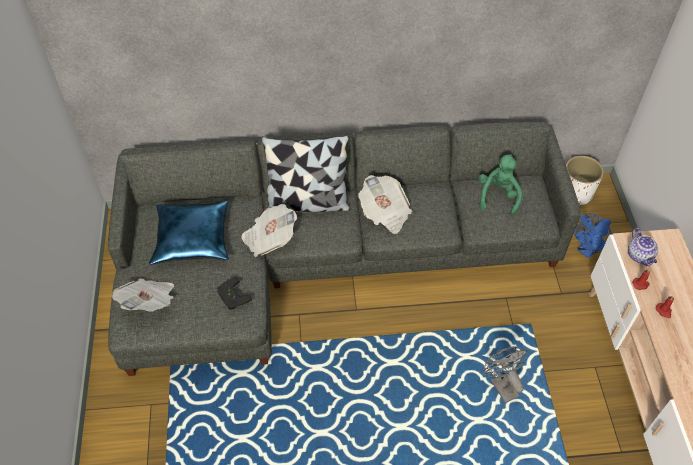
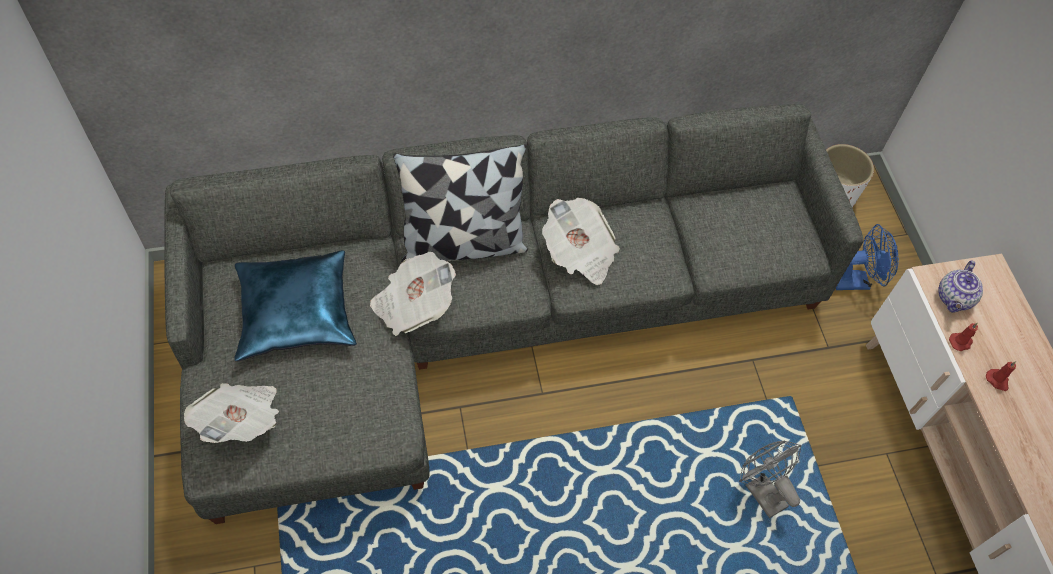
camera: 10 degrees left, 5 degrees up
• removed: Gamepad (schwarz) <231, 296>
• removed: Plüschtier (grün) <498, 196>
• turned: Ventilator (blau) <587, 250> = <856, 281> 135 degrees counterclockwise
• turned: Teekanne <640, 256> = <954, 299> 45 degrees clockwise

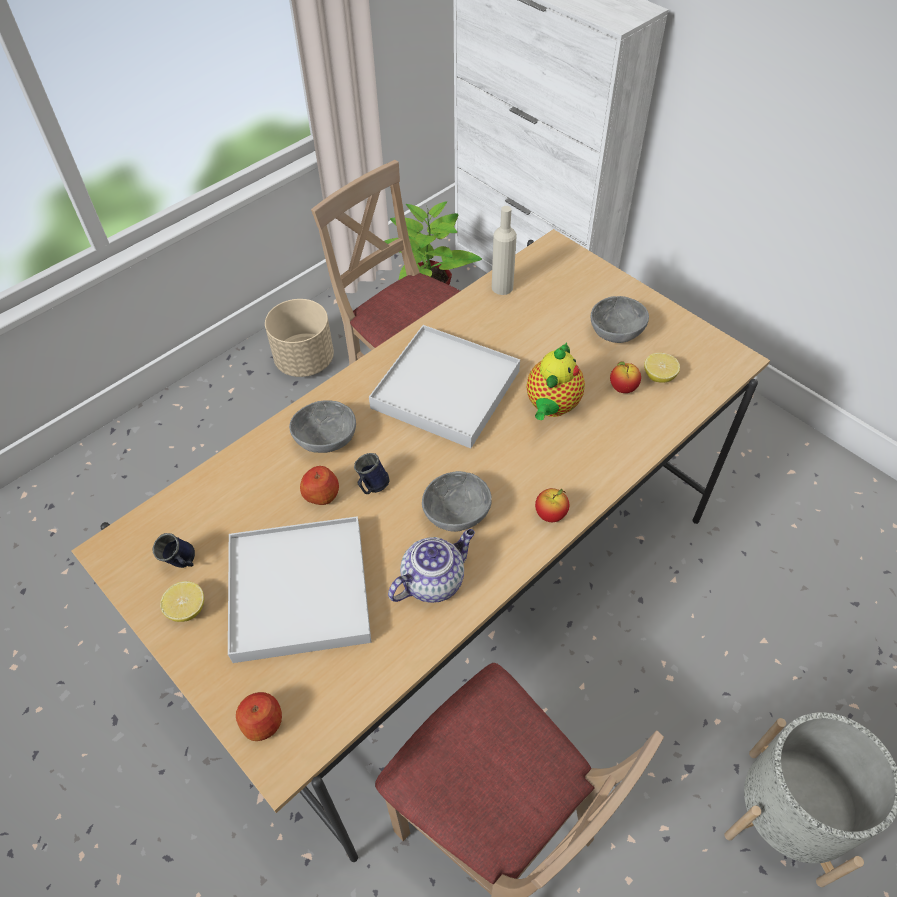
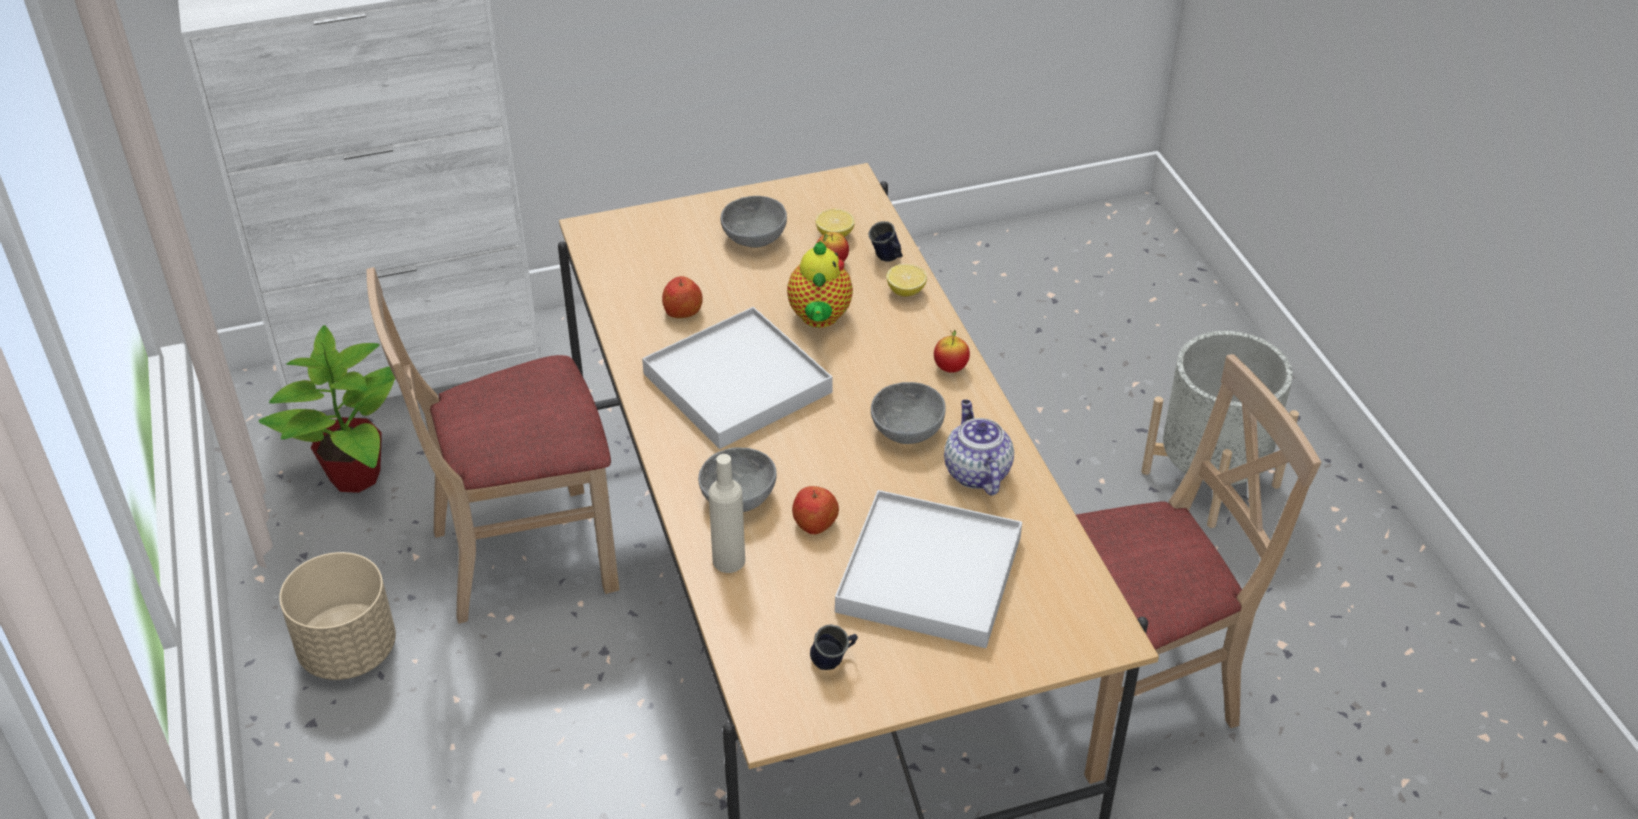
camera: 65 degrees left, 10 degrees down
• moved: Zitrone <187, 609> to <906, 291>
• moved: Apfel <262, 722> to <682, 311>
• moved: Henkelbecher (blau) <371, 487> to <887, 259>
• moved: Flasche (beige) <502, 287> to <729, 560>
• turned: Teekanne <551, 407> = <819, 318> 45 degrees clockwise

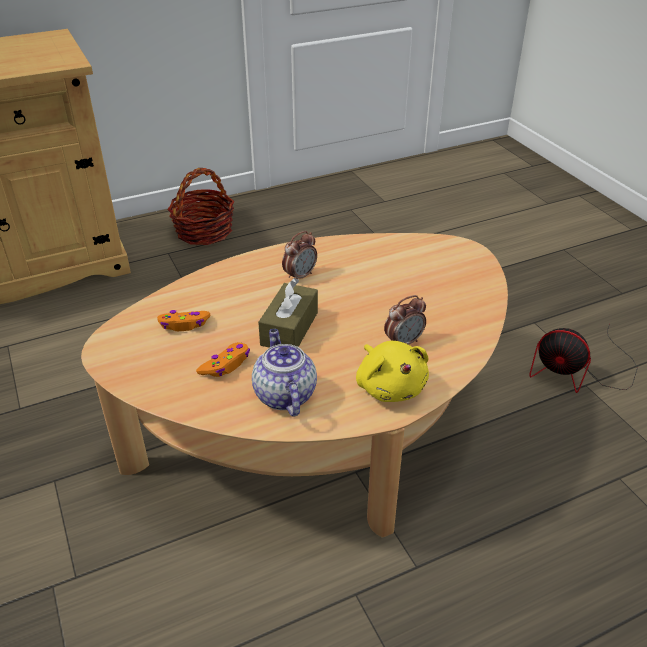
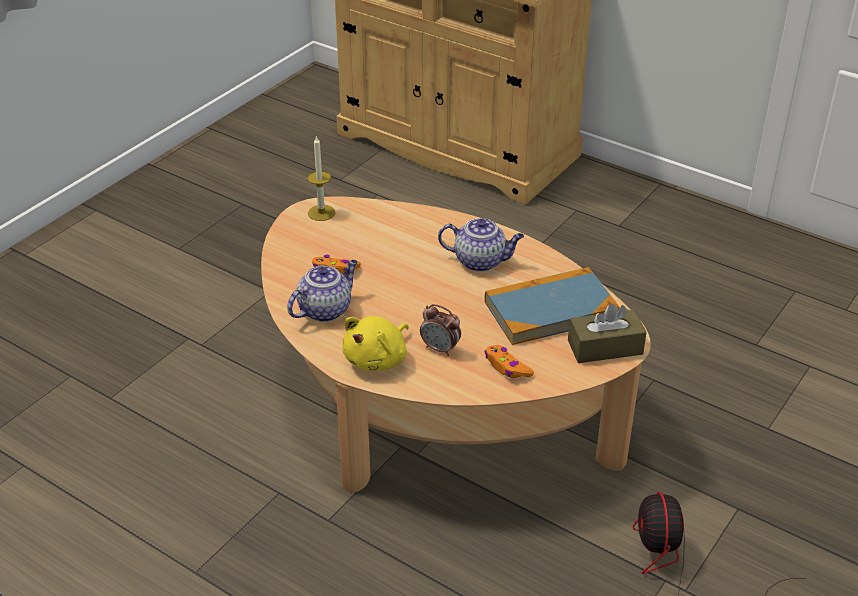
camera: 60 degrees right, 0 degrees up
• moved: Gamepad (orange) <184, 324> to <507, 367>
• removed: Korb <204, 231>
• moved: Taschentuchbox (braun) <289, 328> to <605, 347>
• replaced: Wecker <300, 276> to Teekanne <481, 261>
• added: Kerze <321, 213>
• added: Buch <550, 310>

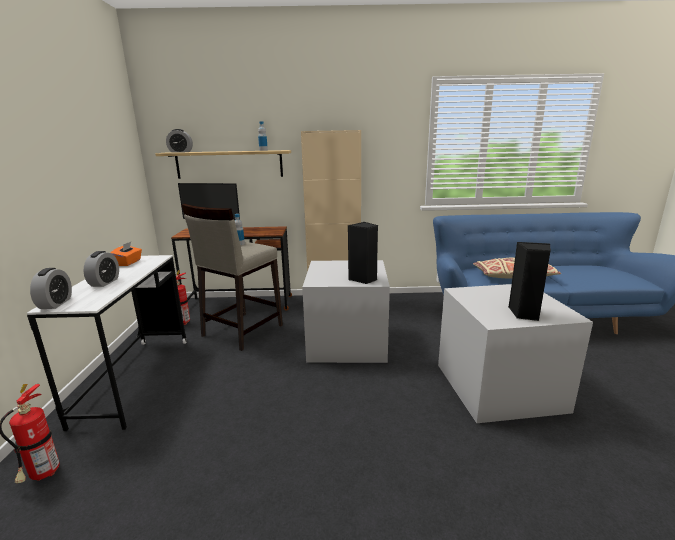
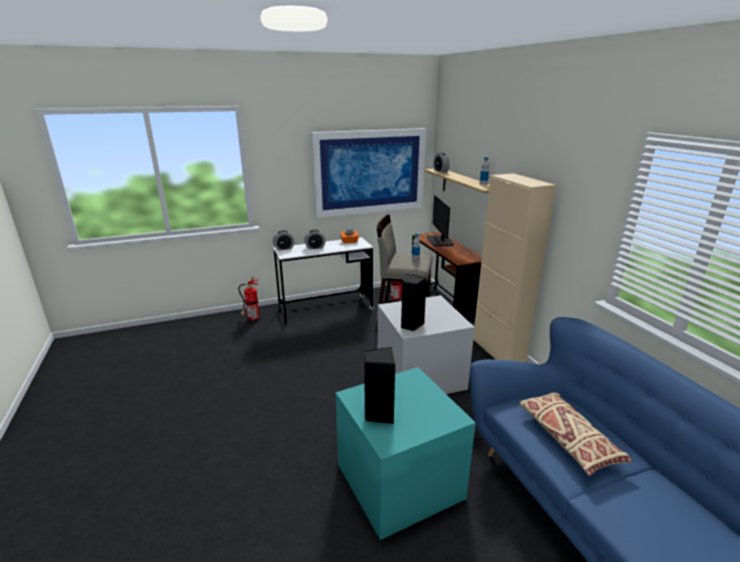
camera: 70 degrees right, 5 degrees up
• recoloured: Aufbewahrungsbox (grau) <496, 386> to Aufbewahrungsbox (türkis) <400, 479>
• added: Bild <370, 172>

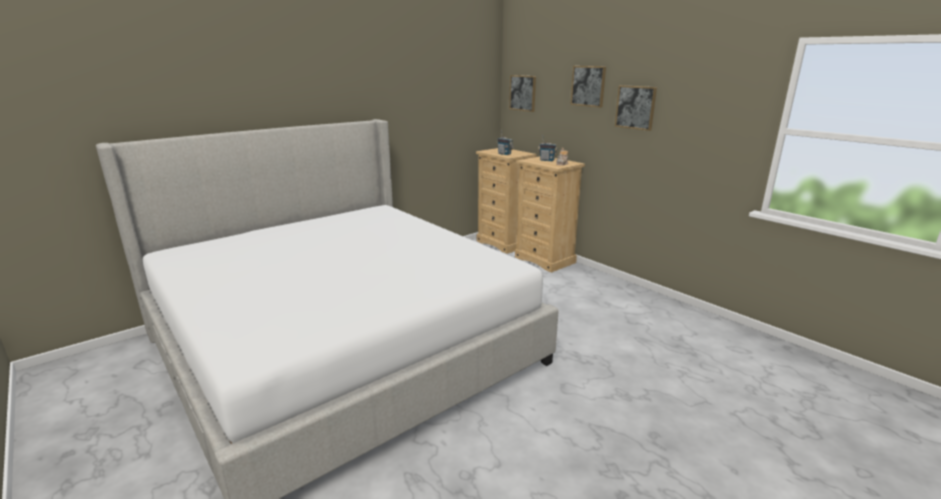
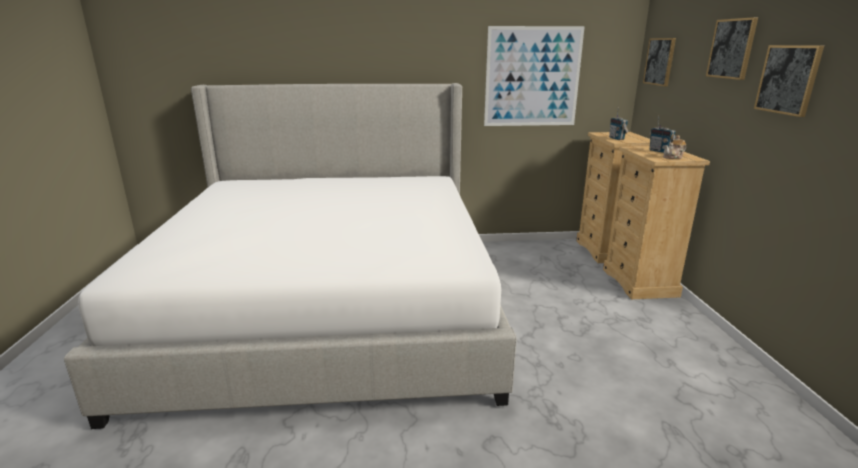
camera: 35 degrees right, 0 degrees up
• added: Bild <532, 77>

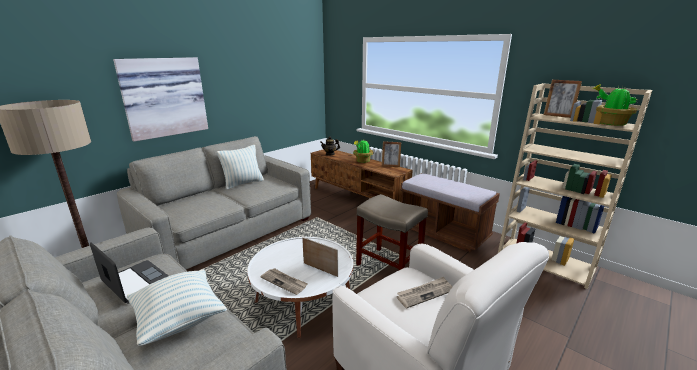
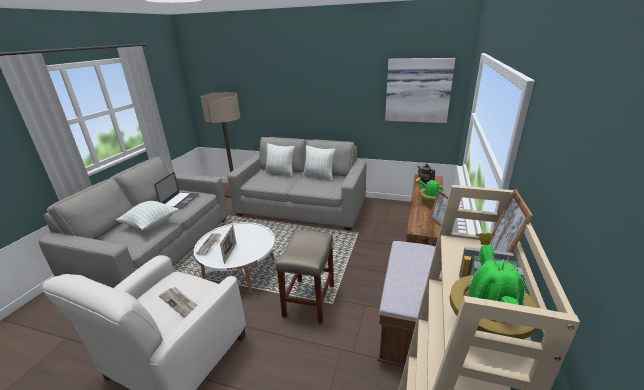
camera: 65 degrees right, 5 degrees up
• moved: Bild <164, 97> to <418, 90>
• added: Kissen <280, 173>

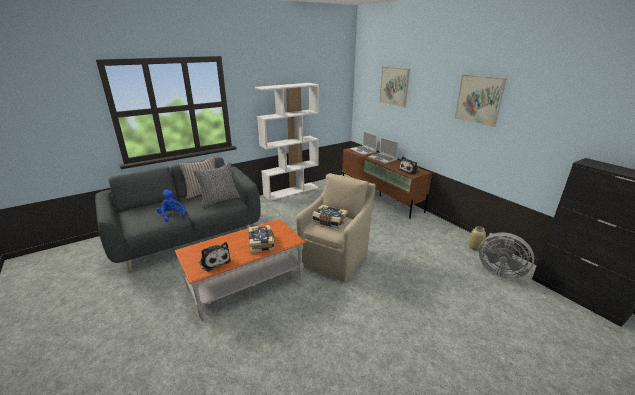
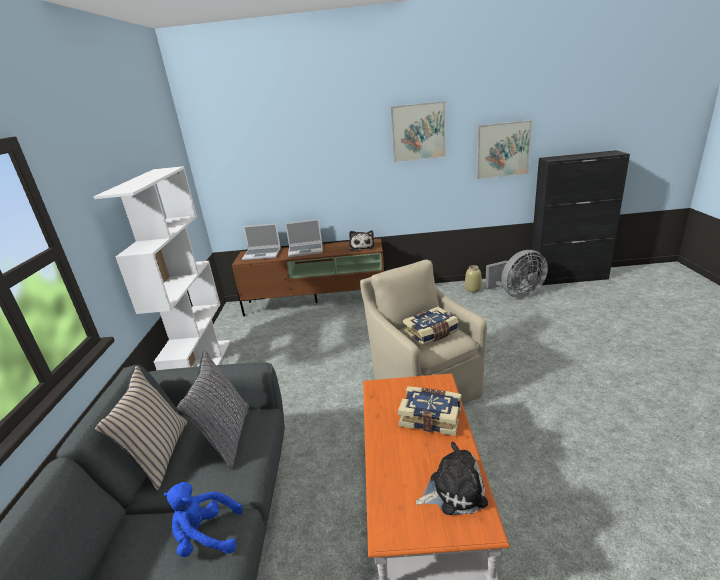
camera: 55 degrees left, 0 degrees up
• moved: Bild <394, 86> to <503, 150>

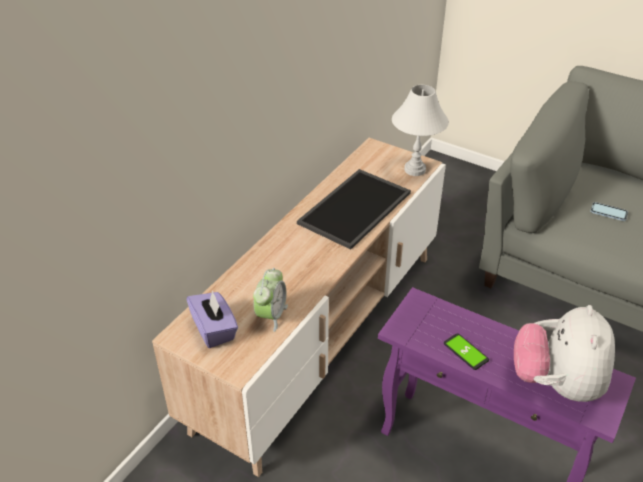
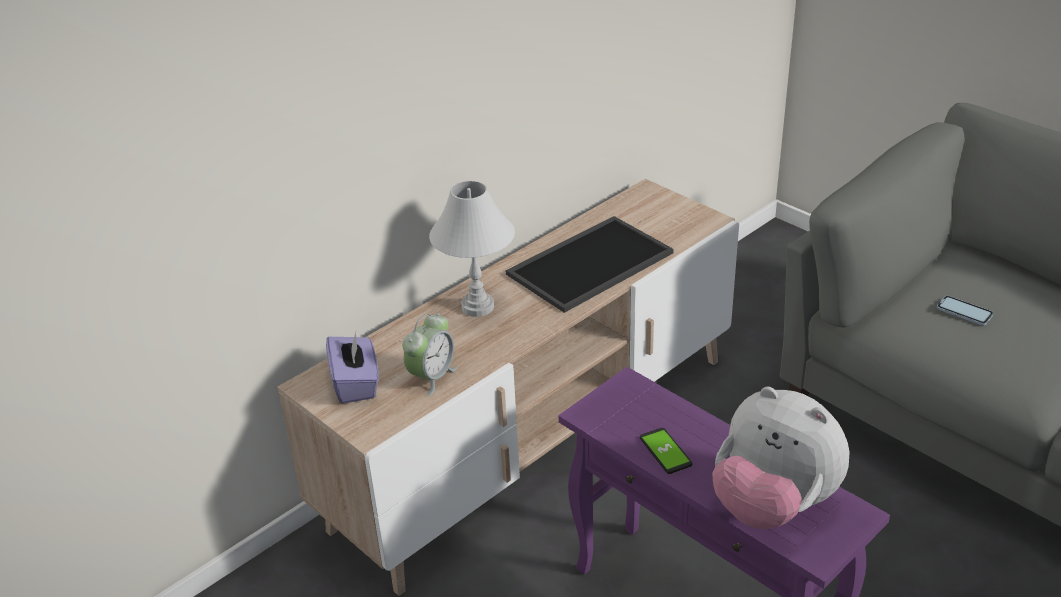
camera: 15 degrees right, 5 degrees down
• moved: Tischlampe (weiß) <414, 169> to <477, 306>
• turned: Plüschtier <556, 383> = <773, 505> 75 degrees counterclockwise

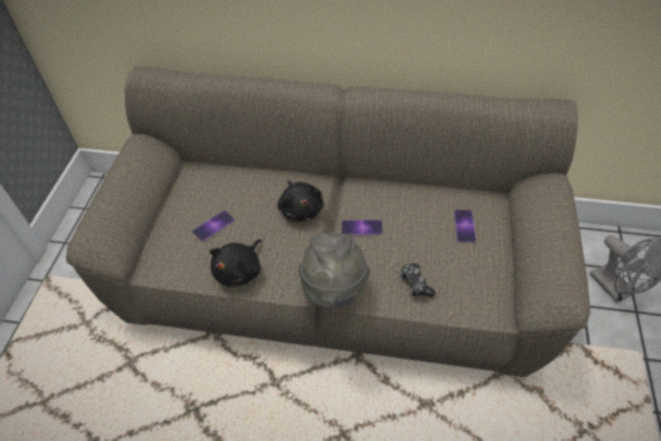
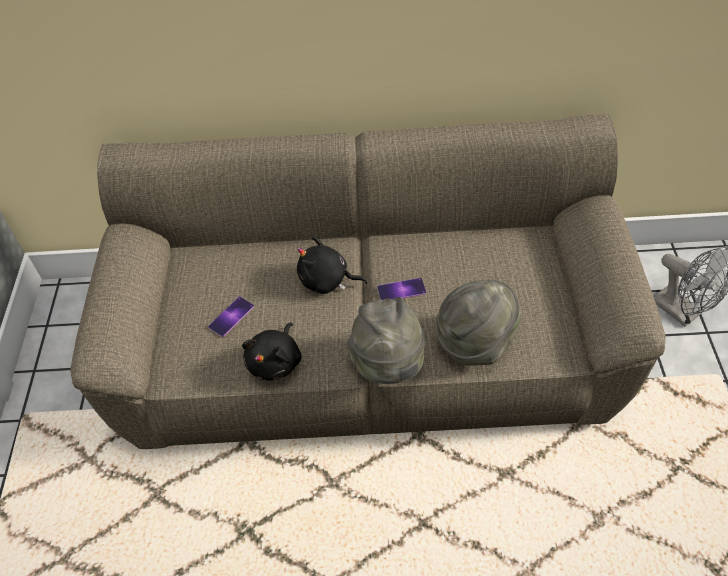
camera: 10 degrees left, 0 degrees up
• turned: Plüschtier (schwarz) <301, 209> = <327, 281> 135 degrees clockwise
• replaced: Gamepad <415, 284> to Hut (grau) <475, 341>
• removed: Handy <464, 226>

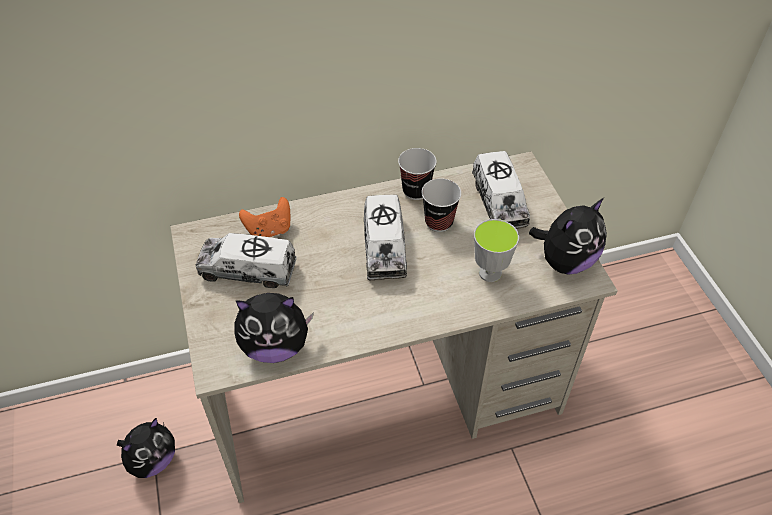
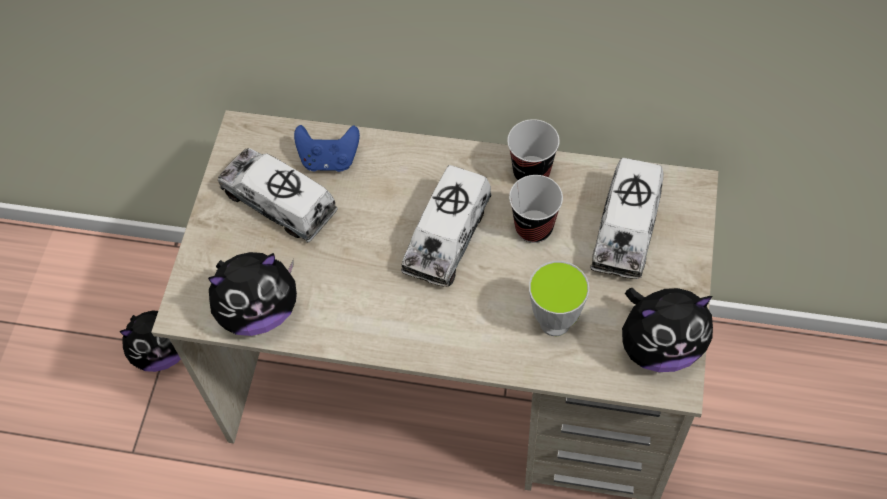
camera: 30 degrees right, 10 degrees up
• turned: Plüschtier <275, 346> = <259, 311> 45 degrees counterclockwise
• recoloured: Gamepad (orange) <269, 230> to Gamepad (blau) <329, 159>

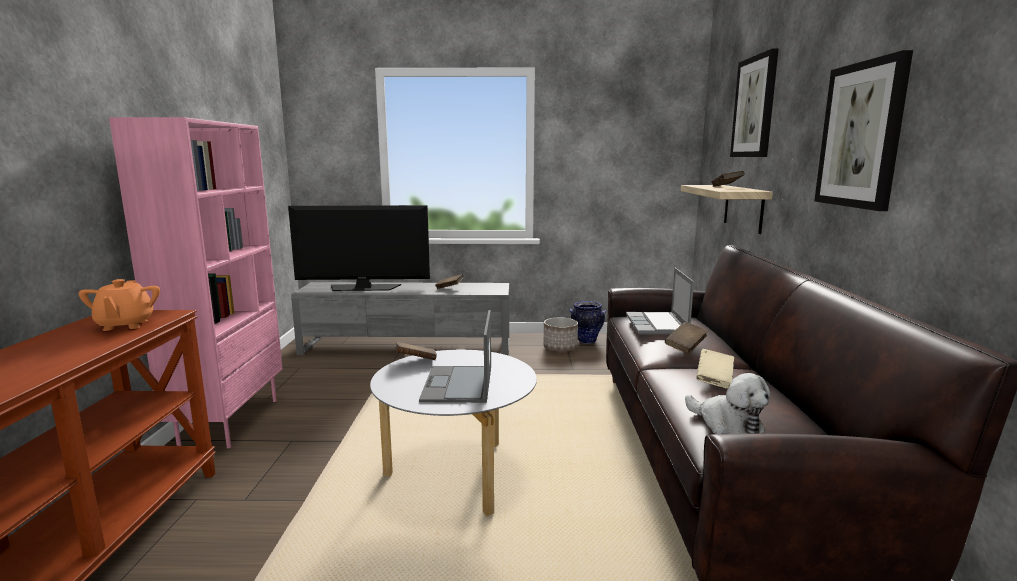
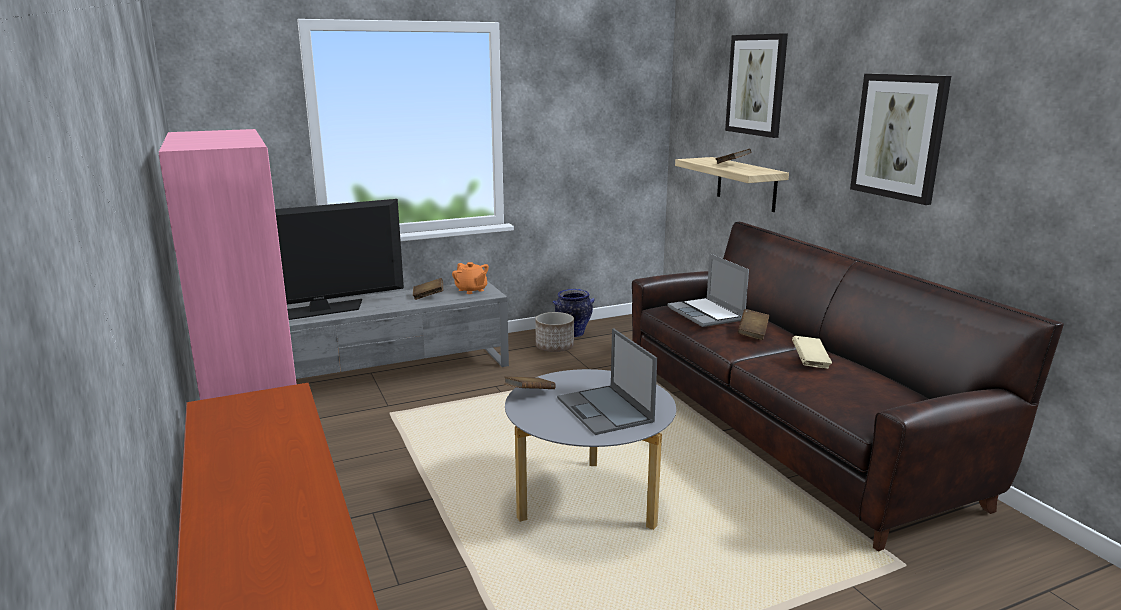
camera: 25 degrees left, 5 degrees up
• moved: Teekanne (orange) <125, 325> to <471, 290>
• removed: Plüschtier <727, 424>

